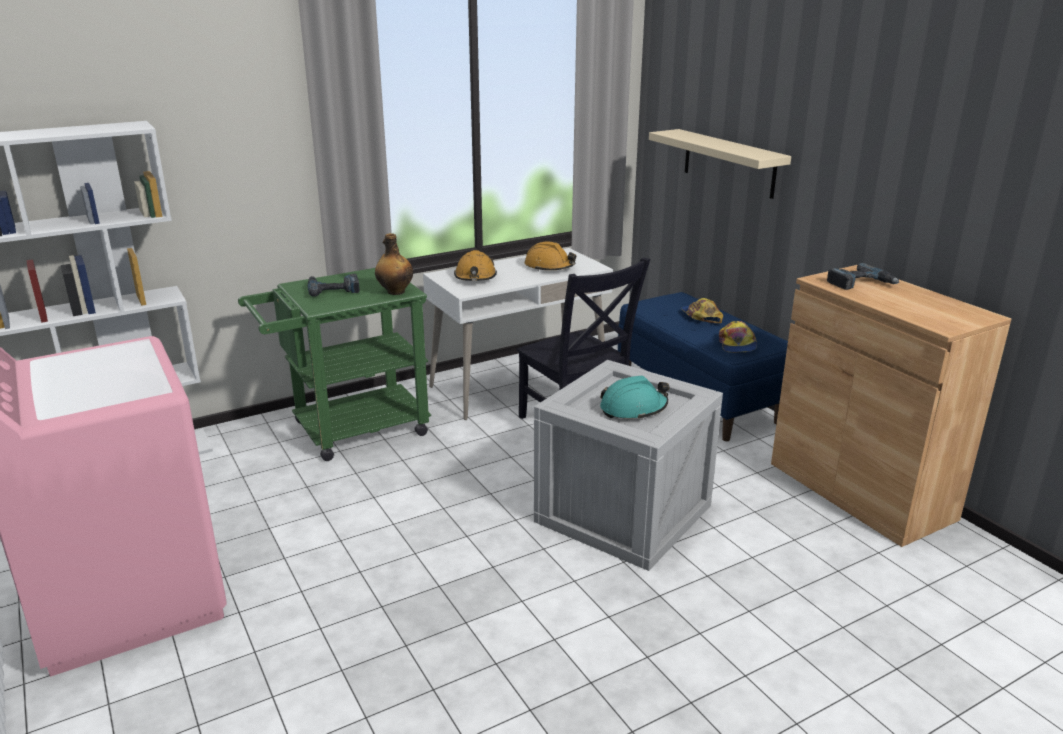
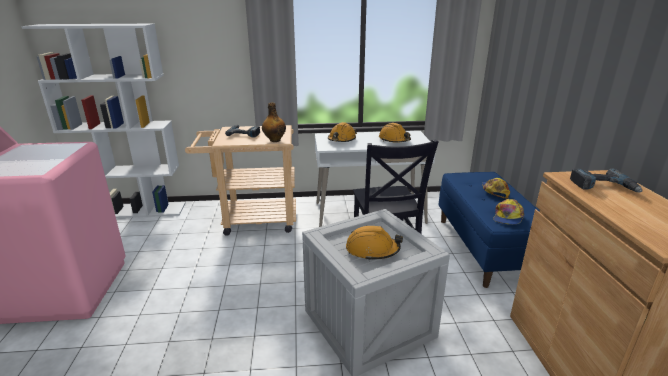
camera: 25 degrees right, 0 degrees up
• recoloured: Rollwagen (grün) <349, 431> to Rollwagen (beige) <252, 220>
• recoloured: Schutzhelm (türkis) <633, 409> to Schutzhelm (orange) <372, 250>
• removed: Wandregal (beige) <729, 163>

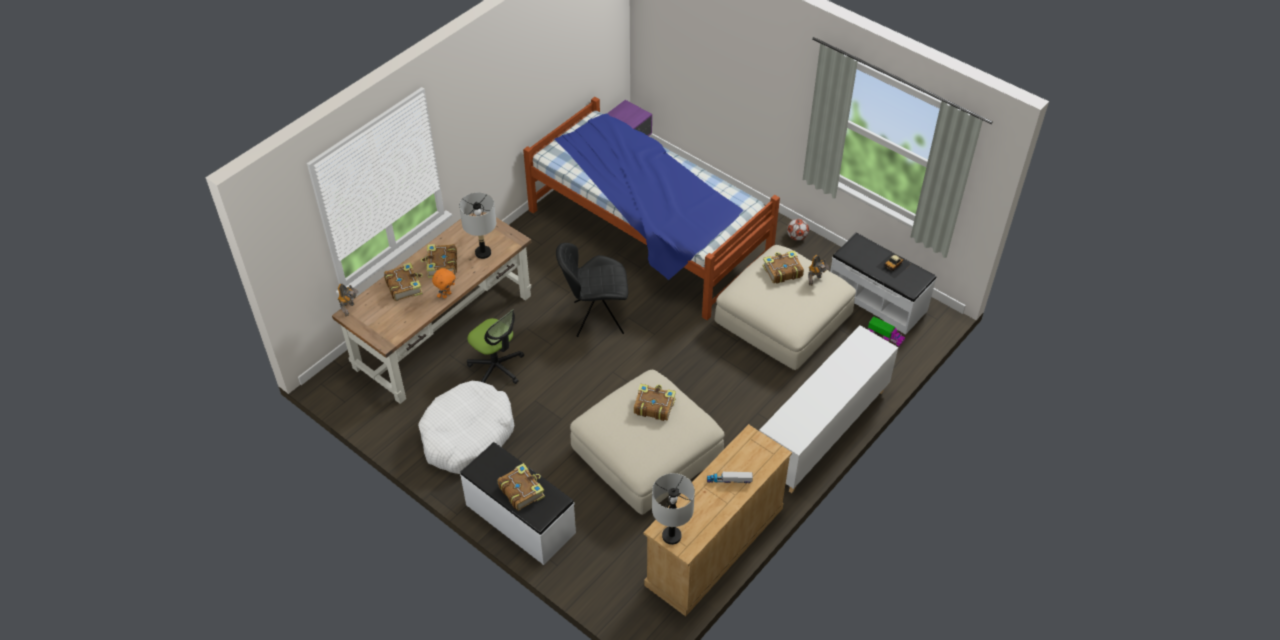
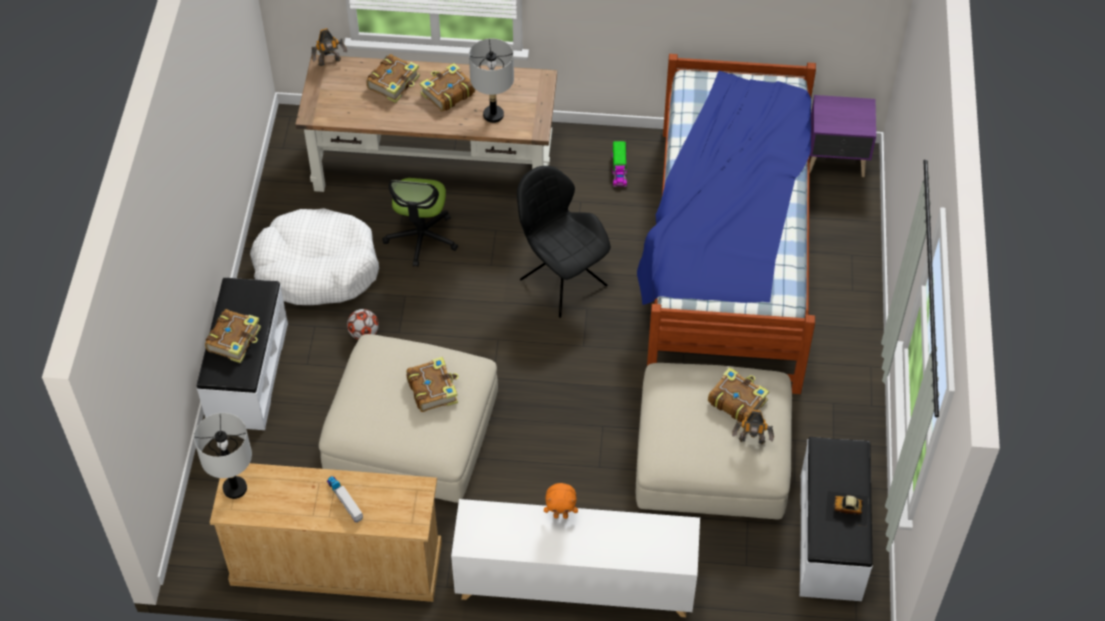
camera: 55 degrees right, 5 degrees up
• moved: Plüschtier (orange) <446, 295> to <561, 515>
• moved: Fußball <797, 237> to <364, 333>
• moved: Spielzeuglaster <885, 335> to <619, 169>

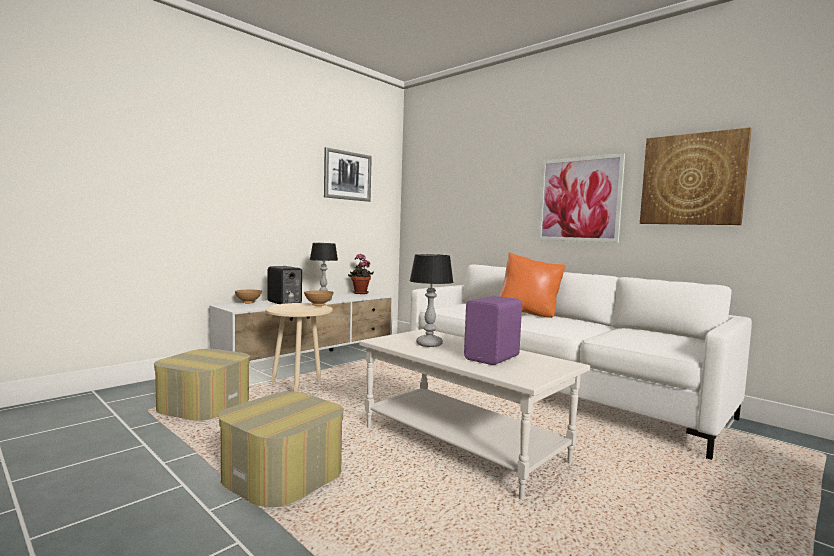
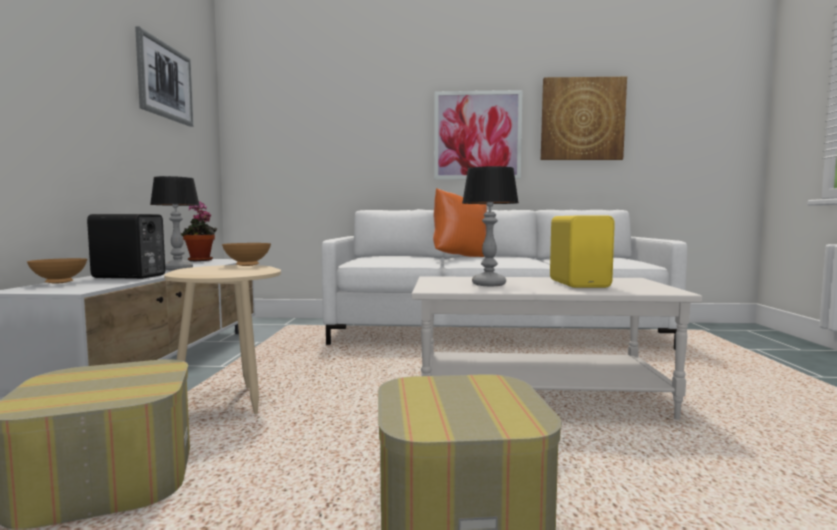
camera: 40 degrees left, 0 degrees up
• recoloured: Lautsprecher (lila) <493, 358> to Lautsprecher (gelb) <580, 284>

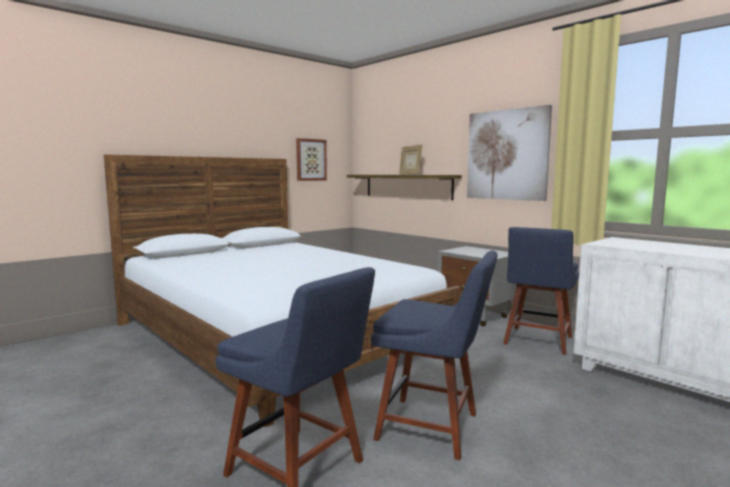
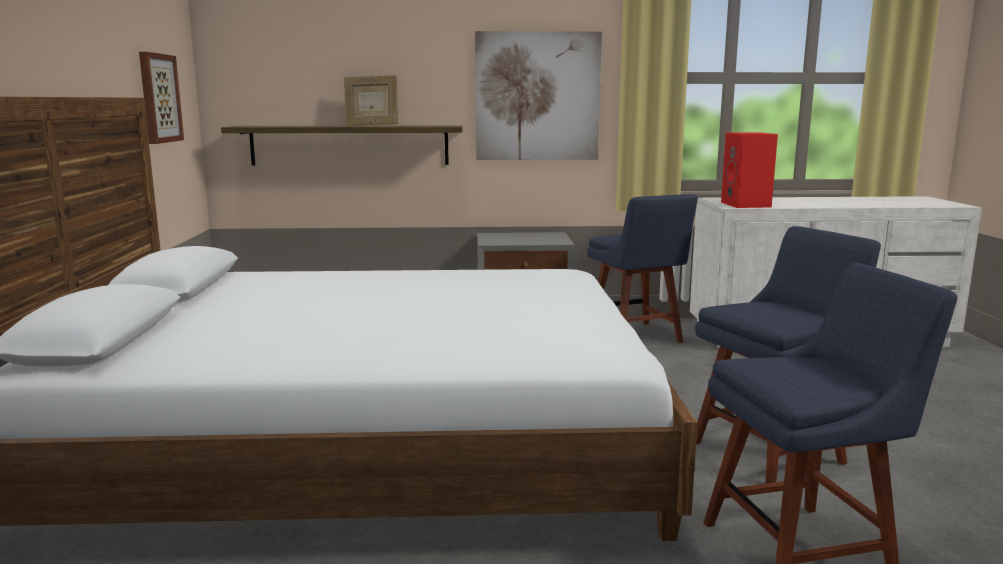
camera: 50 degrees left, 5 degrees up
• added: Lautsprecher (rot) <747, 205>

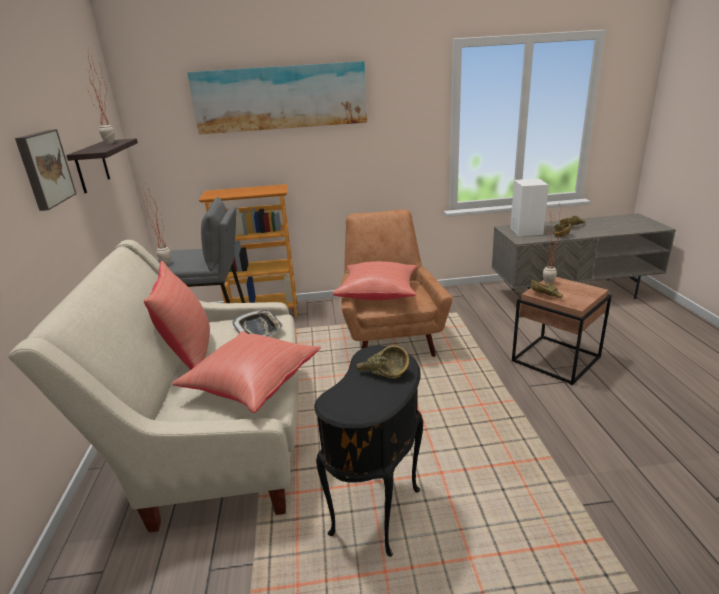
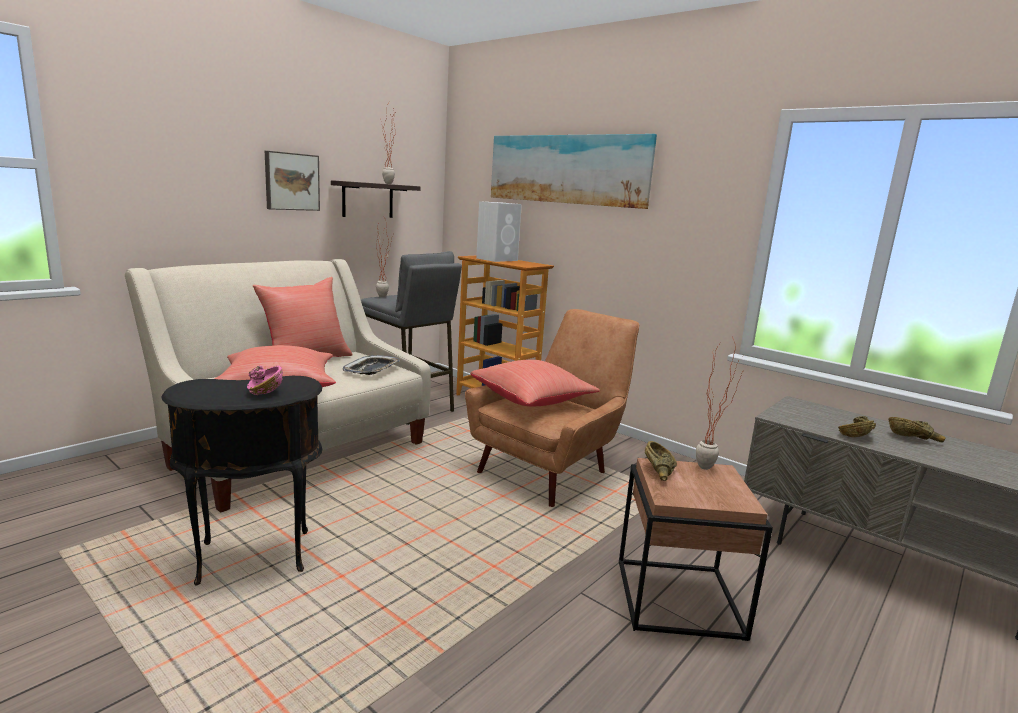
camera: 45 degrees right, 10 degrees down
• recoloured: Schüssel (braun) <383, 373> to Schüssel (rosa) <261, 389>
• moved: Lautsprecher (weiß) <526, 230> to <497, 259>

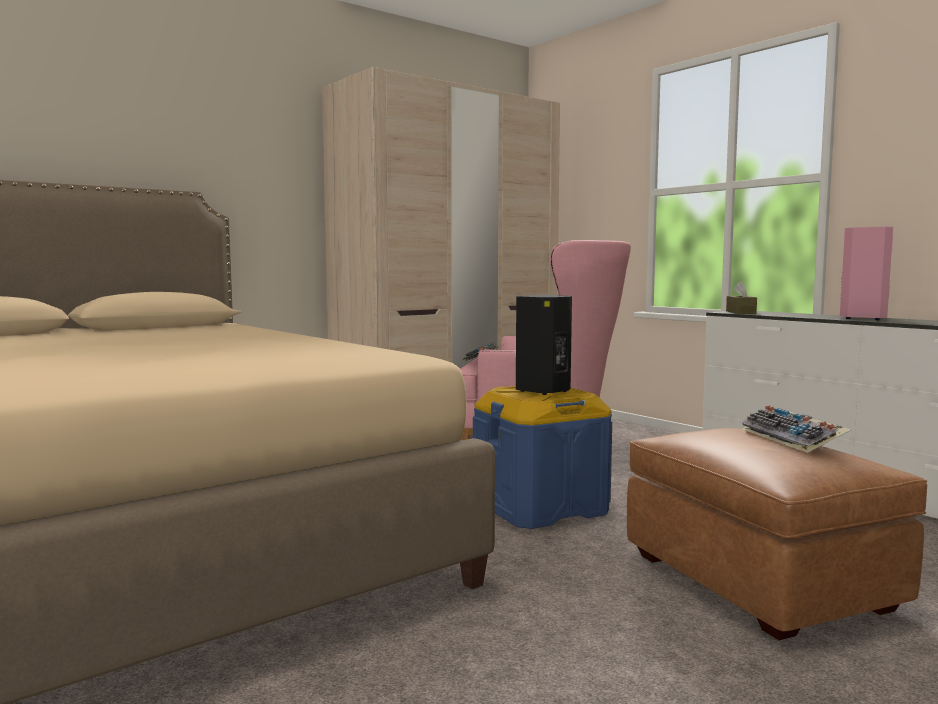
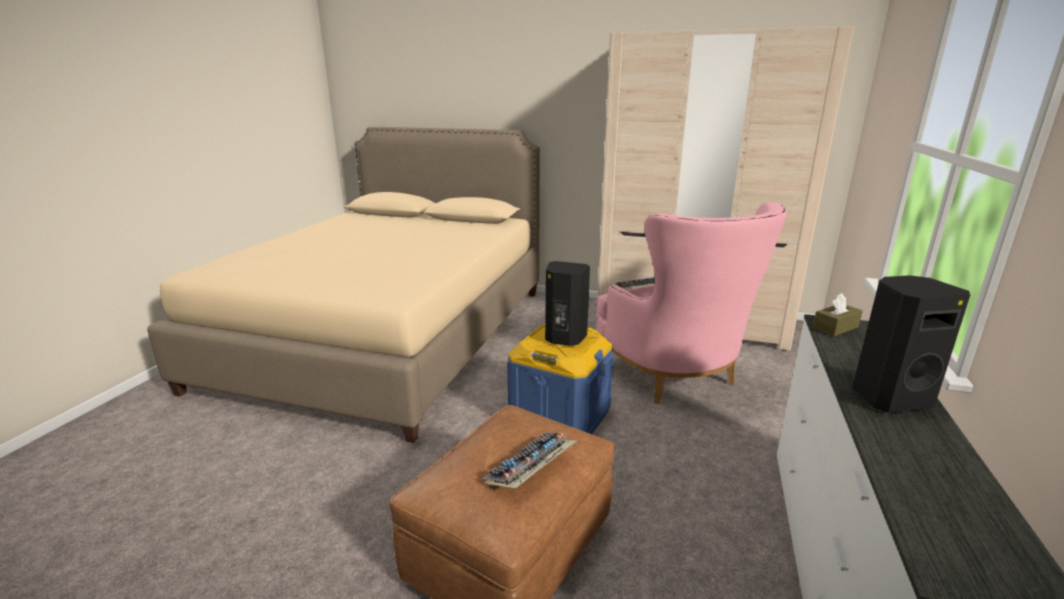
camera: 55 degrees right, 15 degrees up
• recoloured: Lautsprecher (rosa) <862, 318> to Lautsprecher (schwarz) <888, 397>

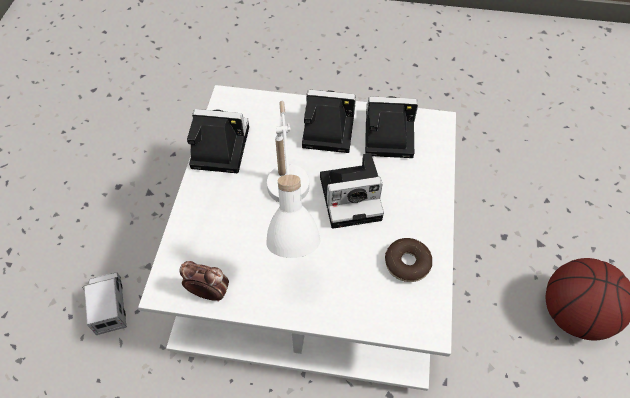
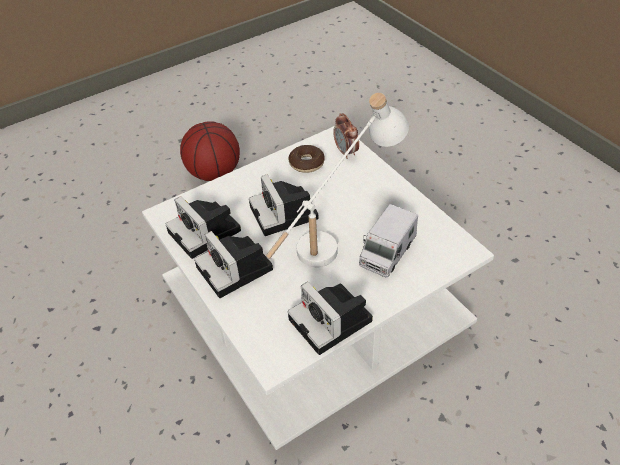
camera: 130 degrees left, 10 degrees down
• moved: Spielzeuglaster <110, 305> to <387, 252>
• moved: Wecker <209, 293> to <346, 152>
• turned: Kamera <353, 196> = <285, 214> 150 degrees counterclockwise

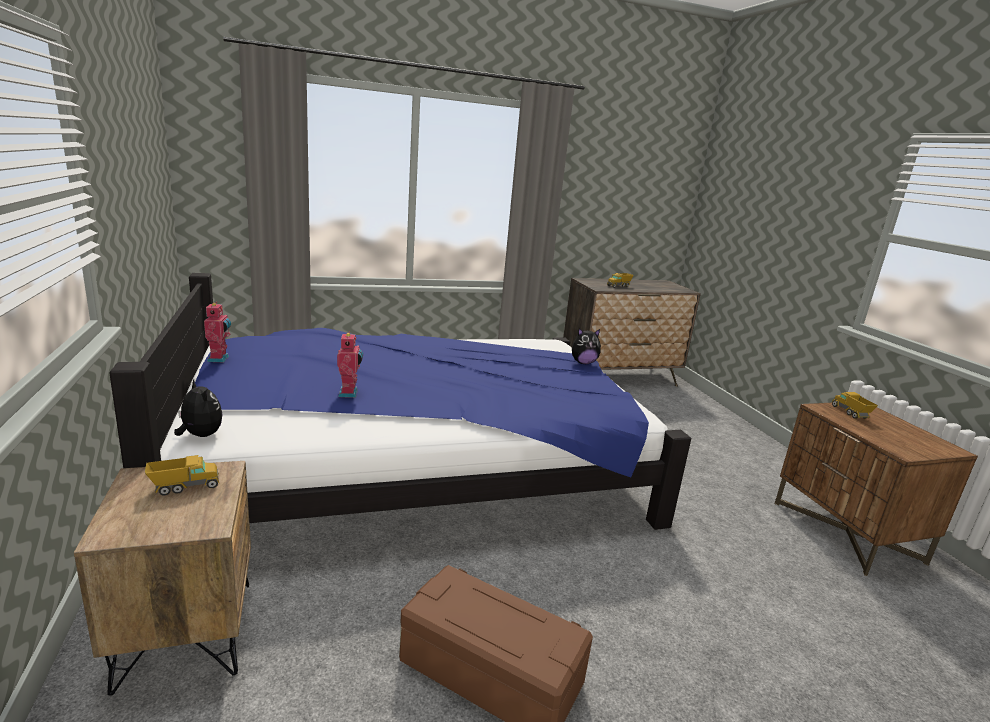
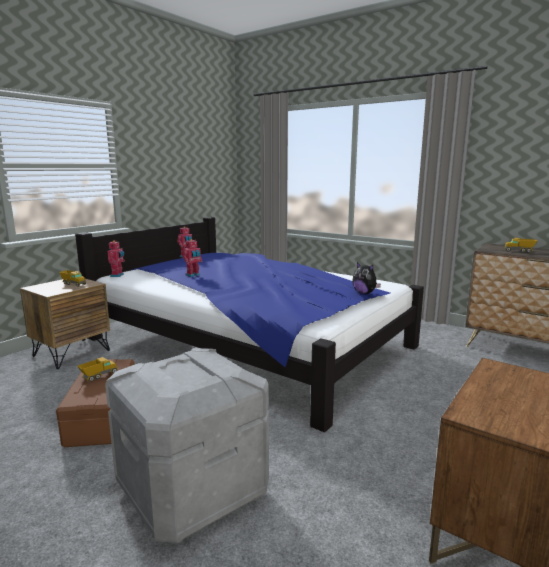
camera: 55 degrees right, 5 degrees down
• replaced: Plüschtier <200, 435> to Spielzeugroboter <118, 275>
• moved: Spielzeuglaster <850, 413> to <98, 376>
• added: Aufbewahrungsbox (grau) <191, 489>

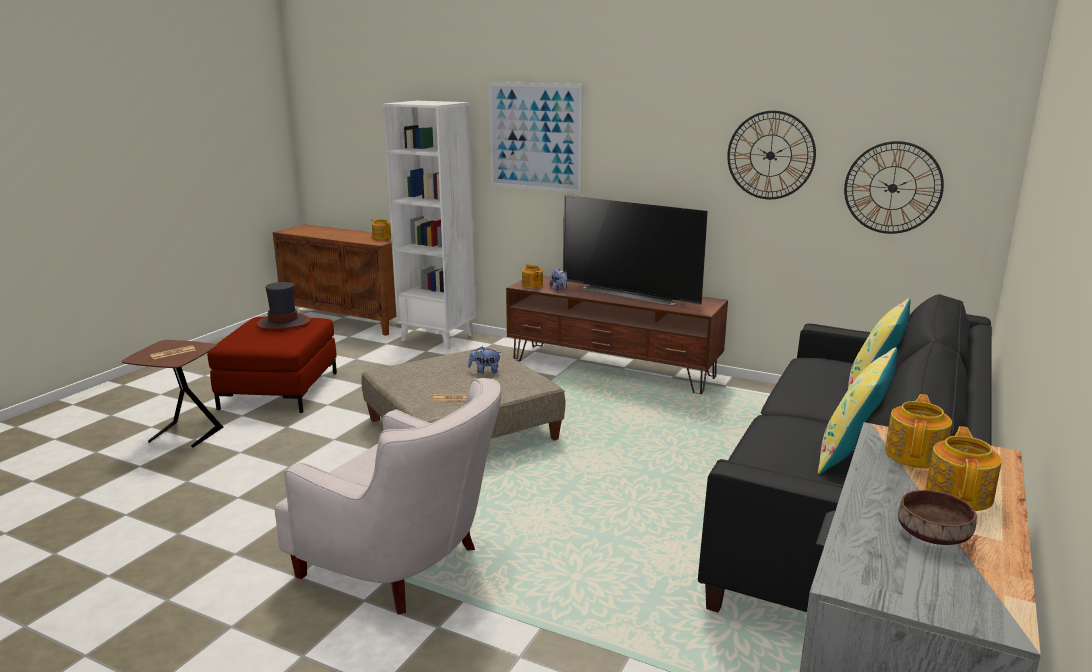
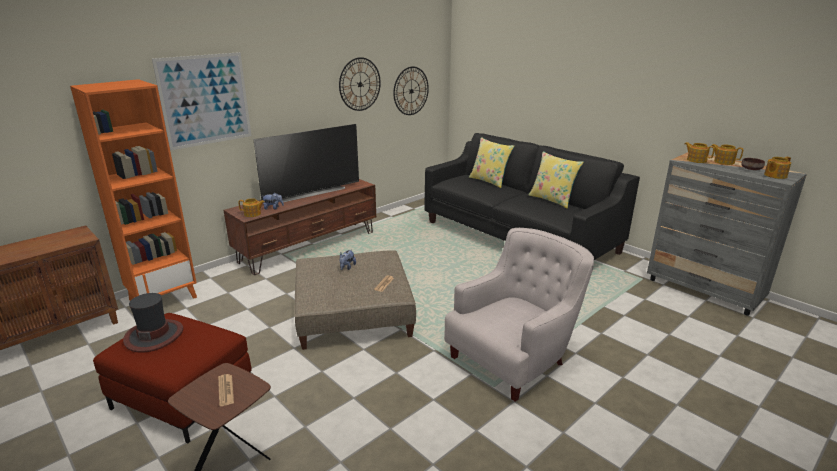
camera: 70 degrees left, 5 degrees up
• moved: Teekanne <382, 237> to <774, 175>
• recoloured: Bücherregal (weiß) <438, 338> to Bücherregal (orange) <163, 298>

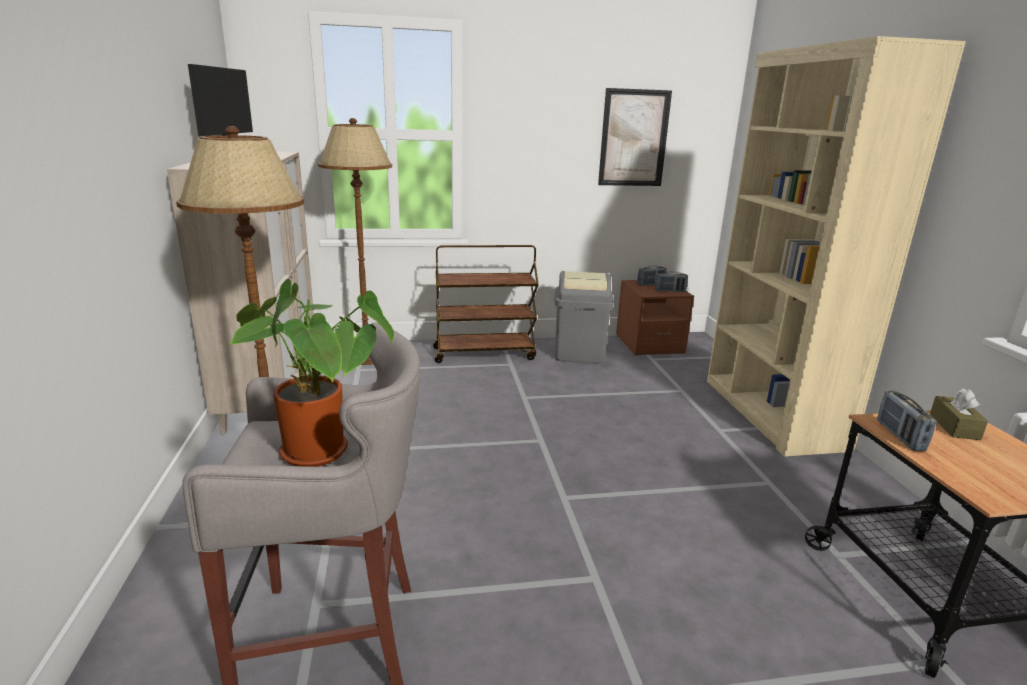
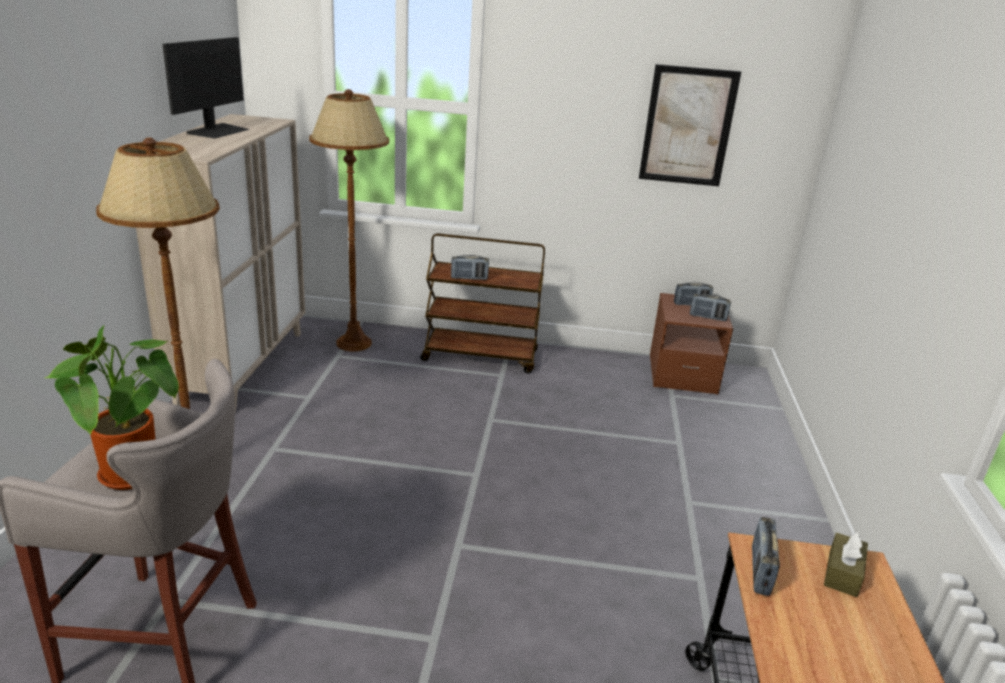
camera: 15 degrees right, 5 degrees up
• removed: Mülleimer (grau) <579, 354>
• removed: Bücherregal (beige) <771, 413>
• added: Radio <469, 278>

